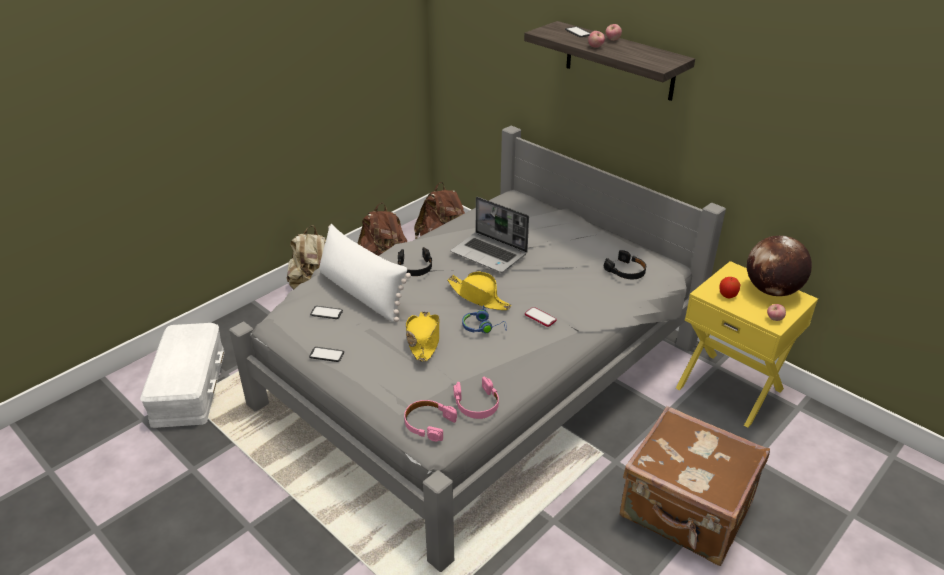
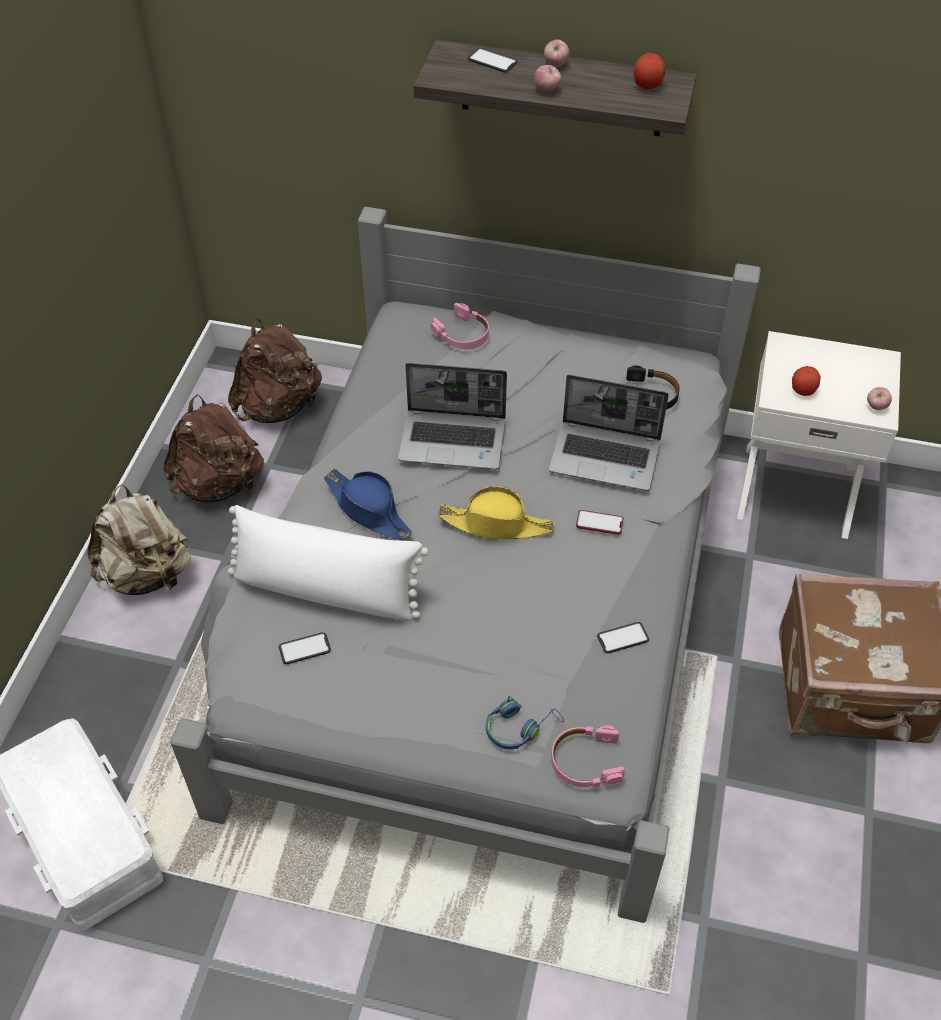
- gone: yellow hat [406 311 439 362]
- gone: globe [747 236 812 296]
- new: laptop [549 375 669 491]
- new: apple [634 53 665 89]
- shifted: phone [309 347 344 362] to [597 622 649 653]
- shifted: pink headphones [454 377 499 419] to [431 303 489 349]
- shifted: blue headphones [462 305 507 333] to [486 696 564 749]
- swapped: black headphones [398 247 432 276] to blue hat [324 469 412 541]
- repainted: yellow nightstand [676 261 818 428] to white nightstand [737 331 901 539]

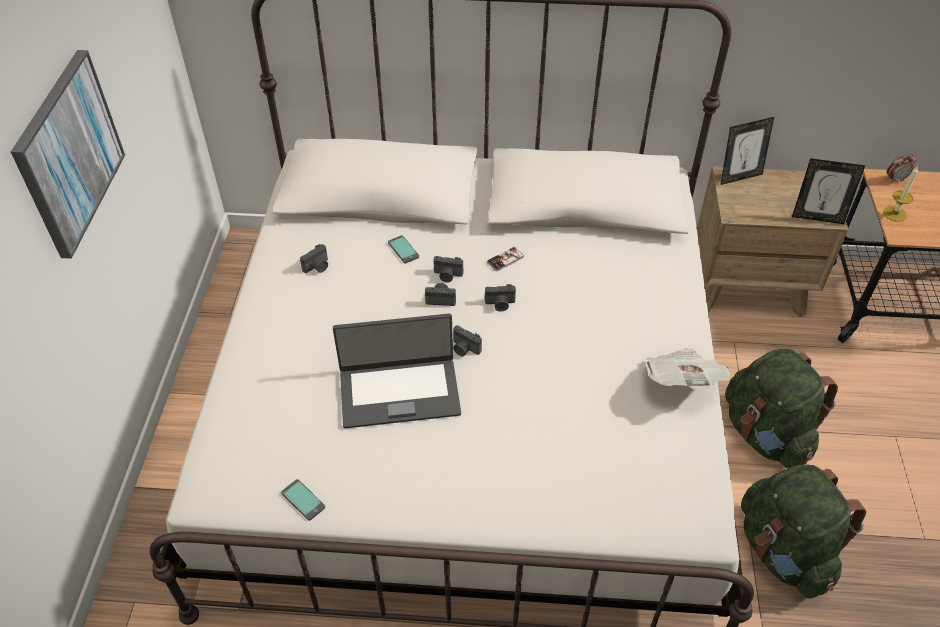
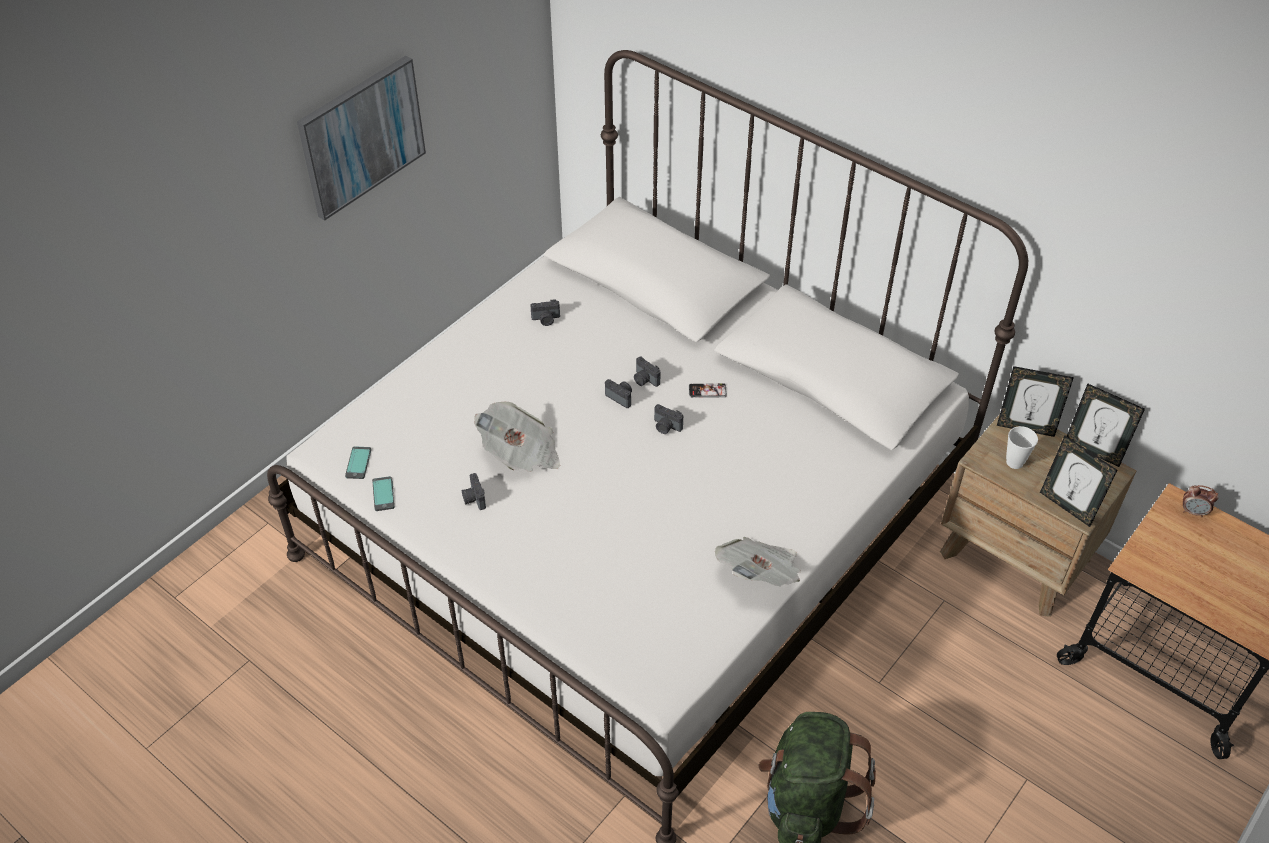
- gone: green backpack [725 349 838 469]
- gone: candle [883 166 918 222]
- new: cup [1006 426 1038 469]
- new: picture frame [1067 383 1145 467]
- shifted: phone [388 235 419 264] to [345 446 371 479]
- shifted: photo camera [453 325 482 357] to [462 473 486 510]
- swapped: laptop [333 314 461 428] to newspaper [474 401 561 472]

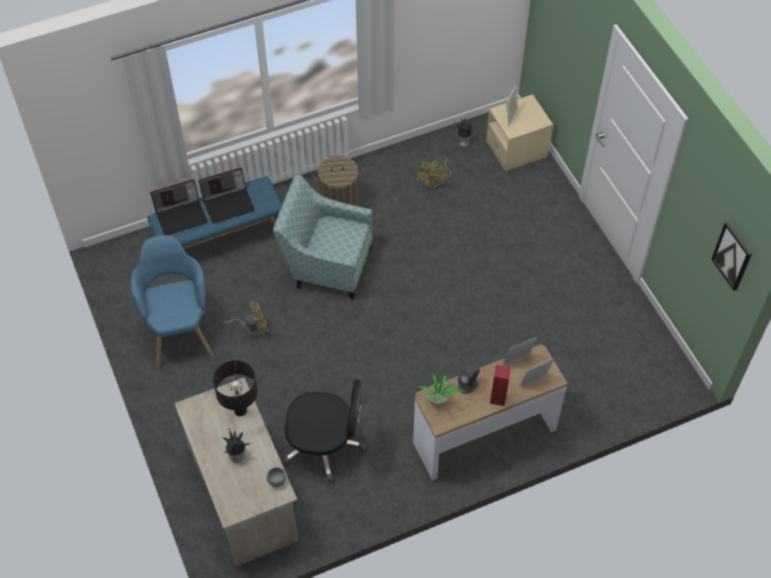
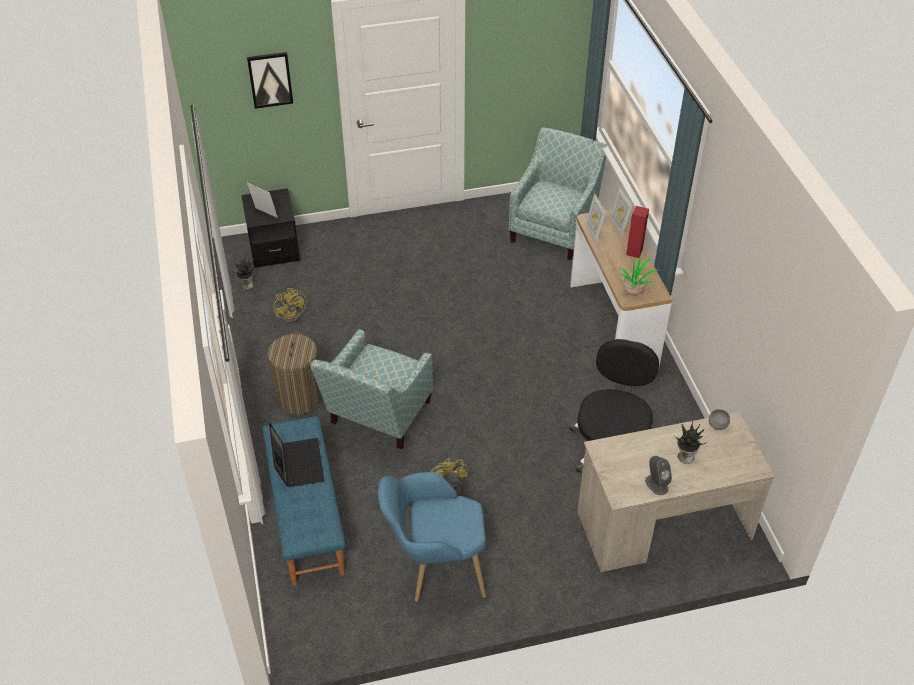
- gone: laptop [150 179 207 235]
- gone: black table lamp [213 360 258 416]
- new: armchair [509 127 607 260]
- shifted: grey speaker [458 365 480 394] to [645 456 672 495]
- shifted: picture [711 222 752 291] to [247 52 293 109]
- repainted: beige nightstand [486 94 553 171] to black nightstand [241 188 300 268]
- rotated: yellow fan [417 159 452 190] = [274 288 307 324] 45 degrees clockwise

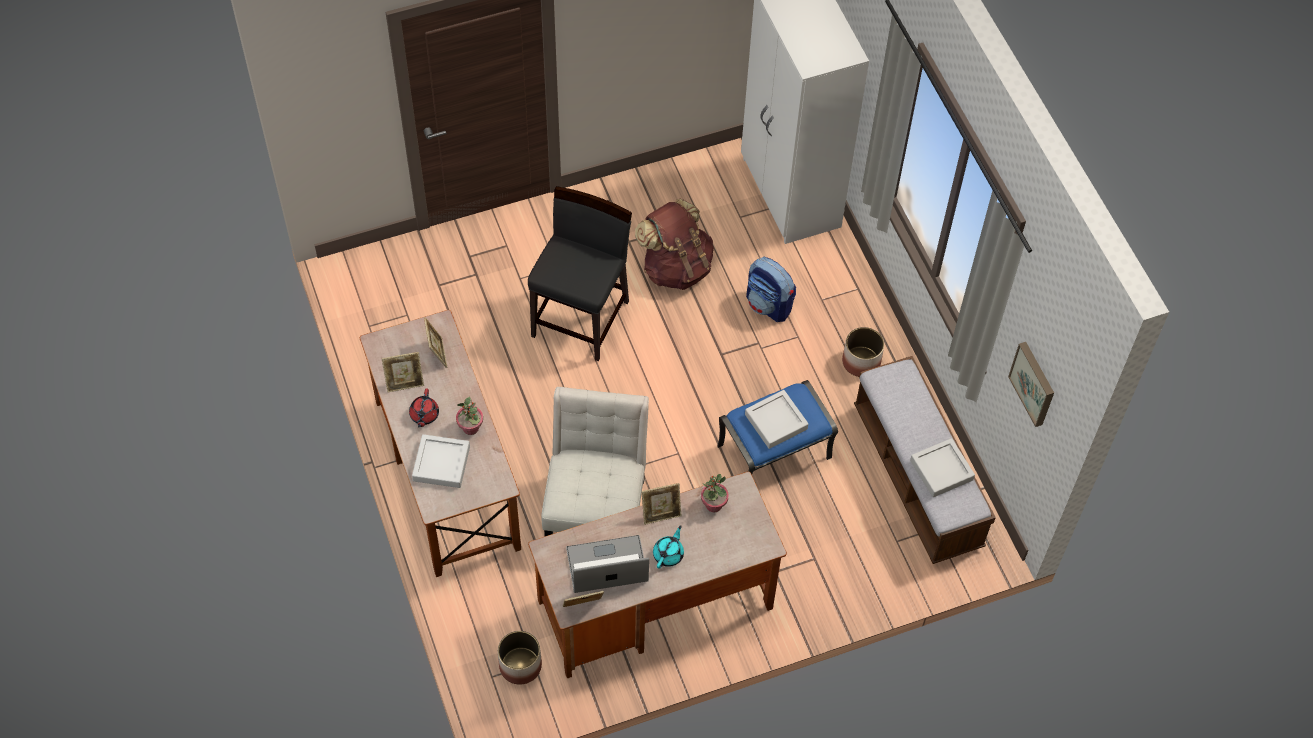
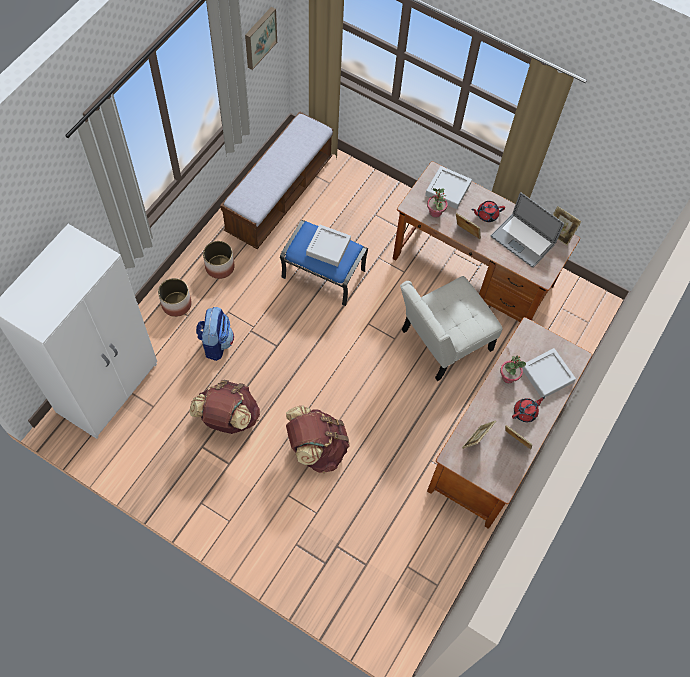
- shifted: planter [498 631 542 685] to [158 278 192 317]
- shifted: grey tray [910 438 975 497] to [425 166 472 209]
- swapped: black chair [528 186 632 361] to brown backpack [286 406 350 473]
- repainted: turquoise teapot [653 525 684 569] to red teapot [471 201 505 222]

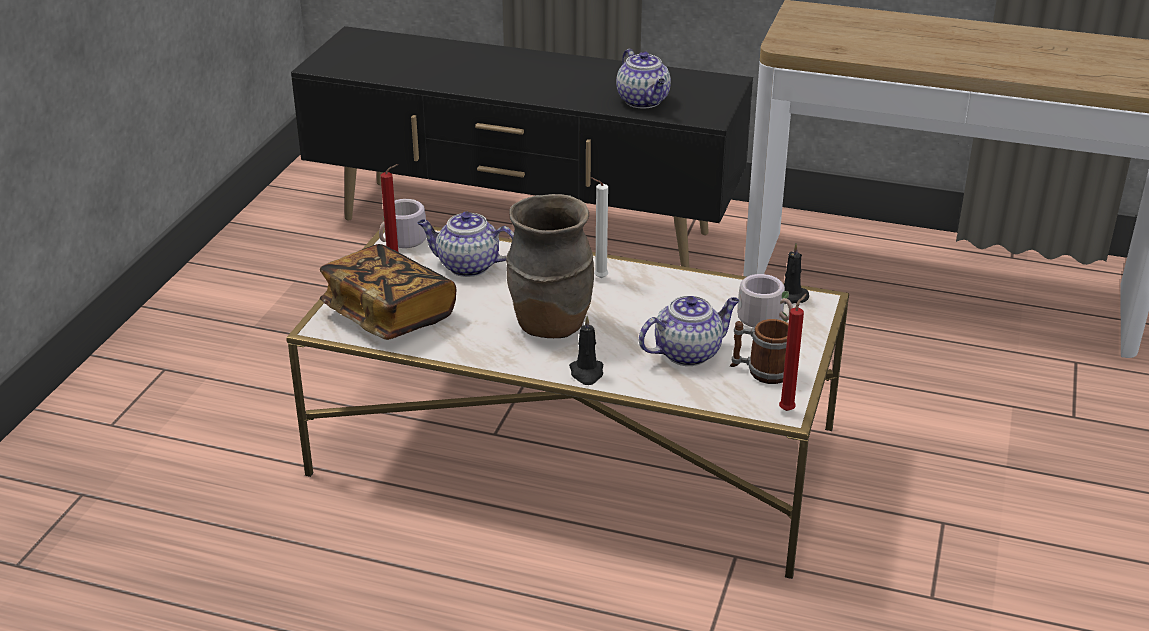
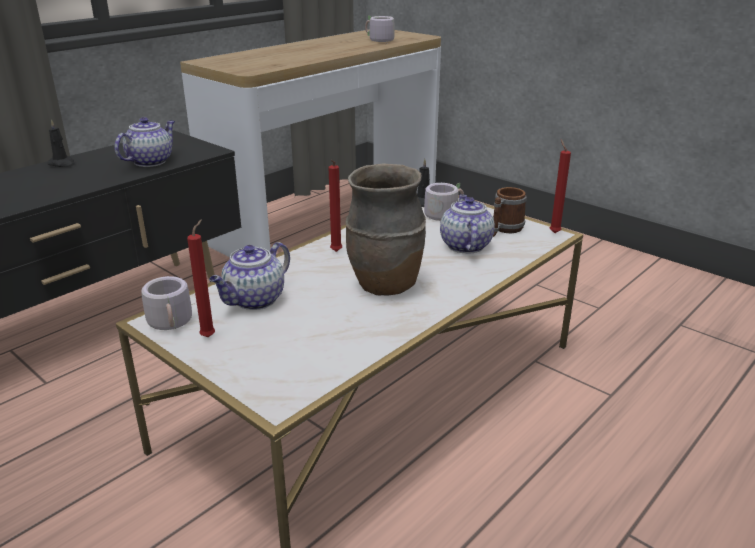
- gone: book [320 244 456 340]
- new: grey mug [365 15 394 42]
- shifted: black candle [569 316 603 385] to [47 119 75 167]
- repainted: white candle [590 177 608 278] to red candle [329 160 342 252]
- rotated: teapot [616 49 671 109] = [115 117 175 167] 60 degrees counterclockwise

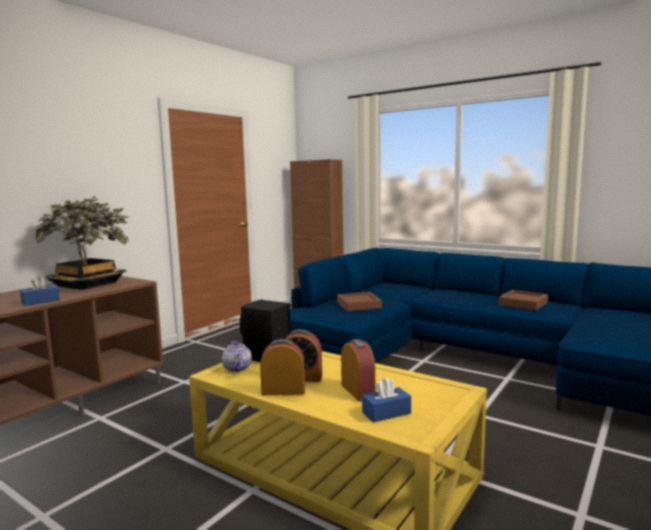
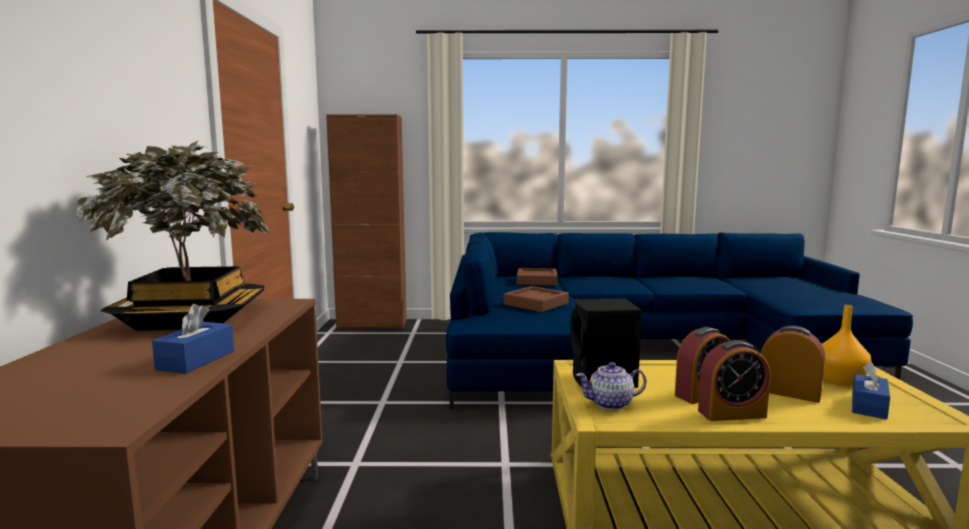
- new: orange vase [822 305 872 386]
- shifted: brown tray [499 290 548 311] to [517 268 558 286]
- rotated: teapot [222 341 252 372] = [576 362 646 410] 45 degrees counterclockwise
- rotated: alarm clock [260 339 305 396] = [698 340 771 421] 150 degrees counterclockwise

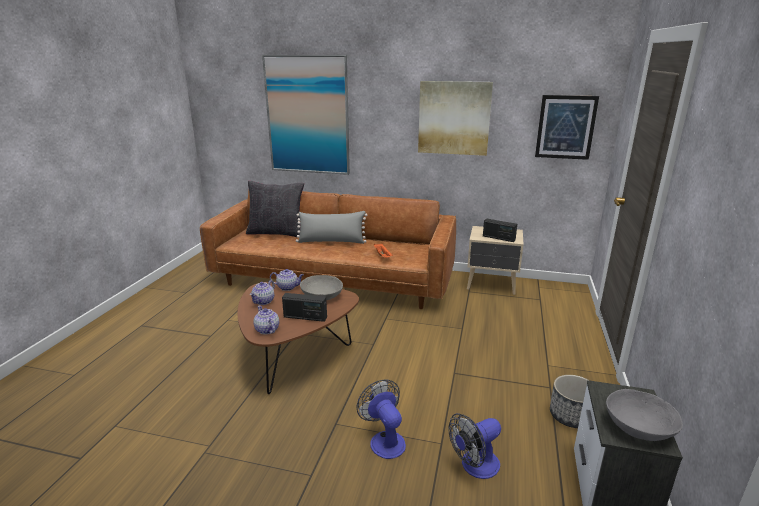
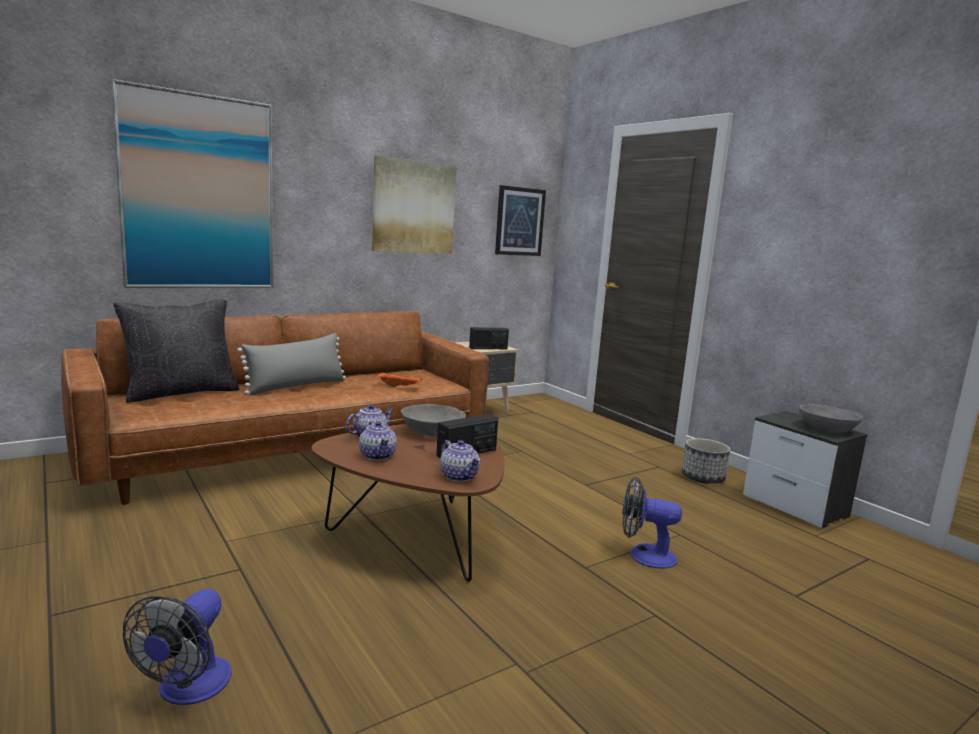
- shifted: fan [448 413 501 479] to [123 589 232 705]
- rotated: teapot [253 306 279 334] = [440 440 481 482] 135 degrees counterclockwise

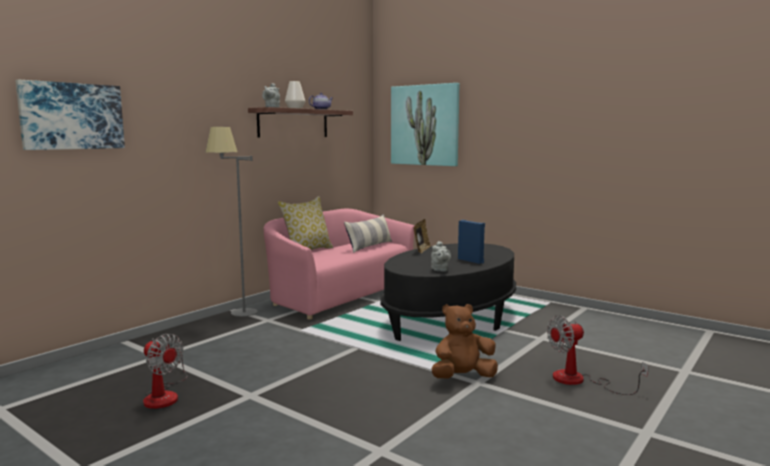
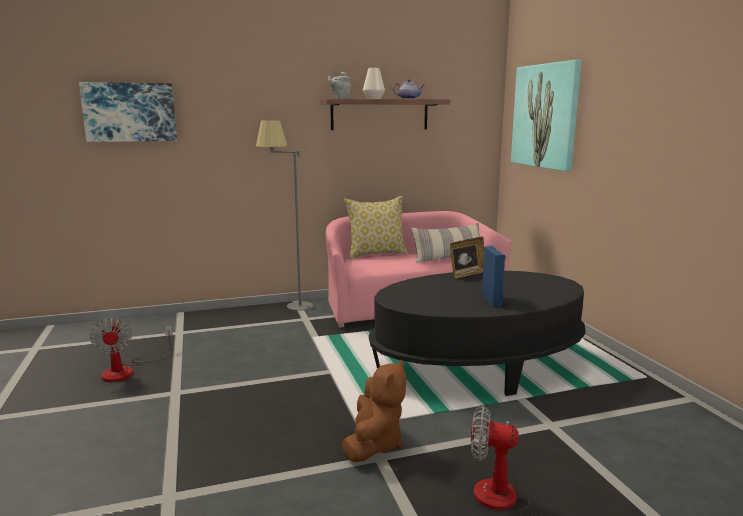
- gone: grey teapot [431 241 451 272]
- rotated: brown plush toy [432 304 498 378] = [342 359 406 462] 90 degrees clockwise

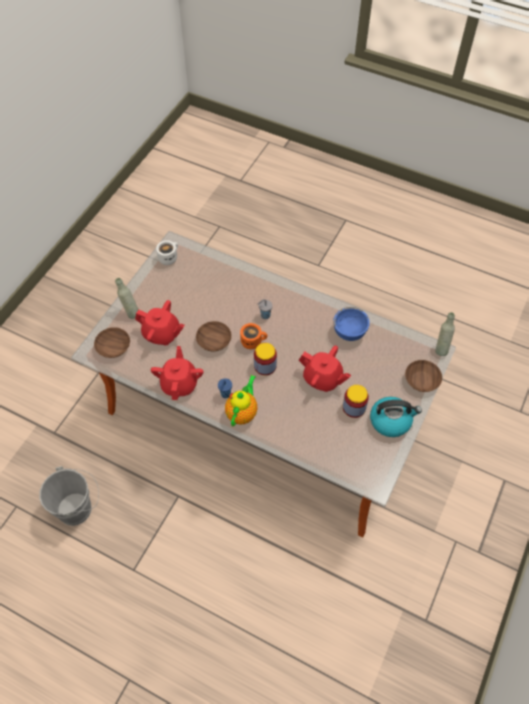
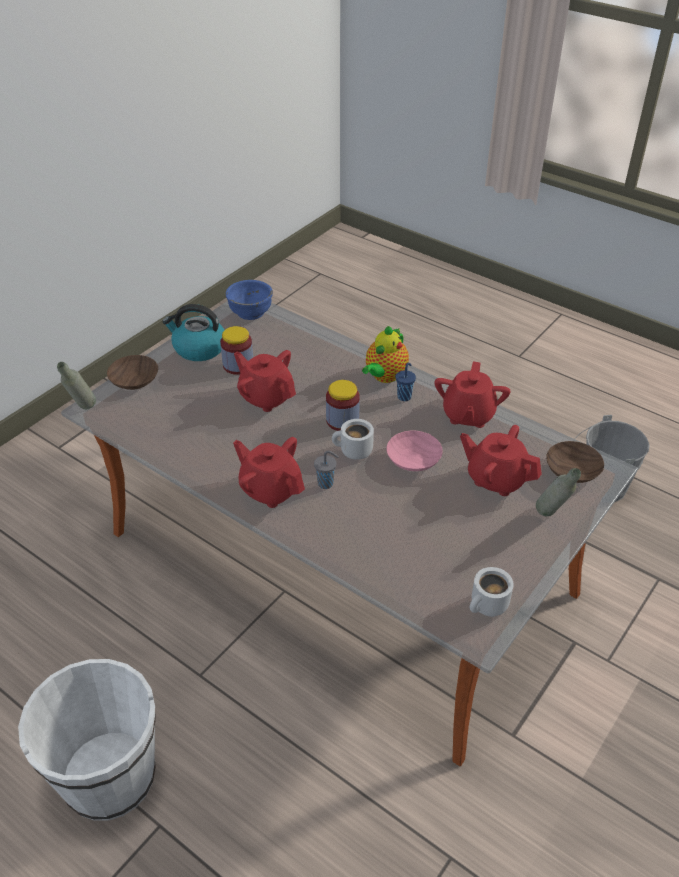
- new: white bucket [18 659 156 821]
- new: red teapot [233 437 305 508]
- shifted: blue bowl [333 307 370 341] to [226 280 273 320]
- repainted: brown bowl [196 321 232 352] to pink bowl [386 431 443 471]
- repainted: orange mug [240 323 267 349] to white mug [332 419 374 460]

